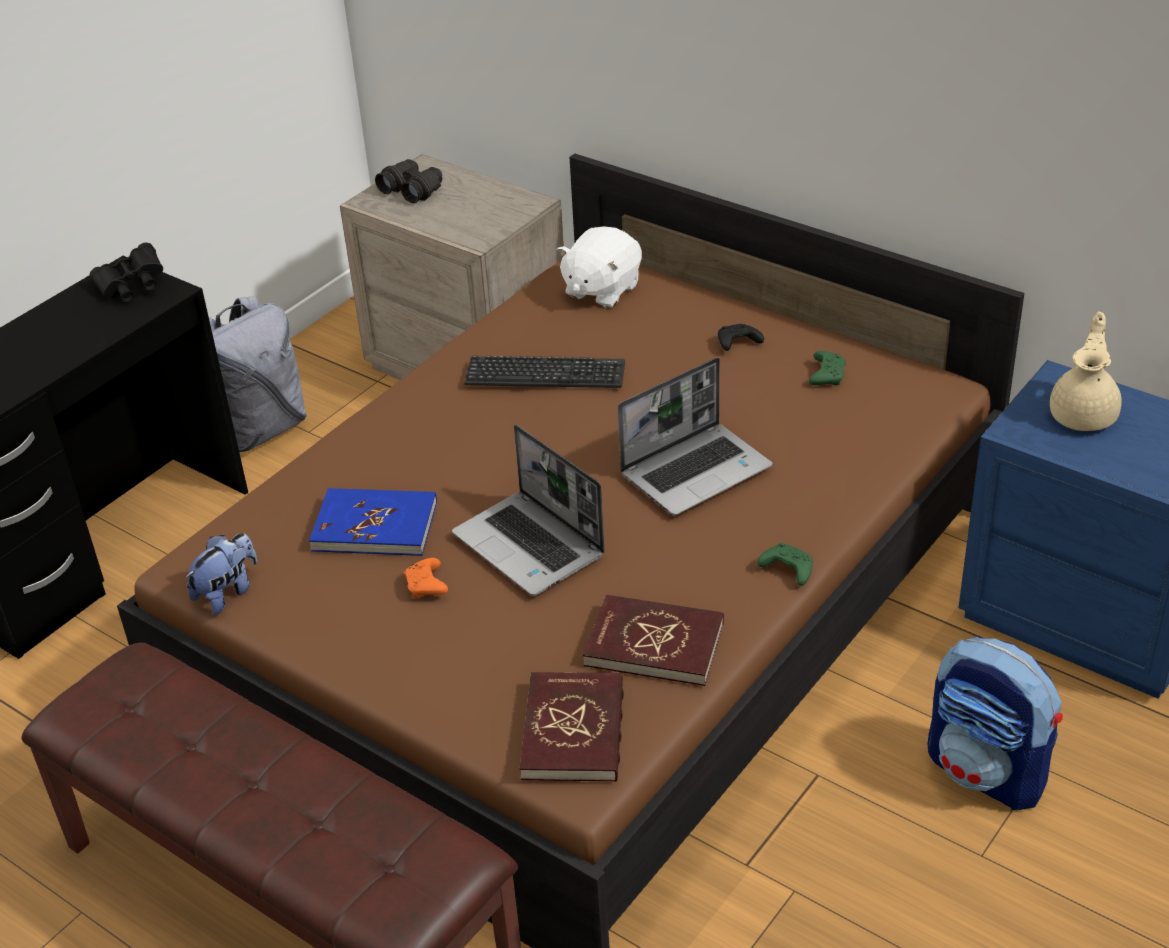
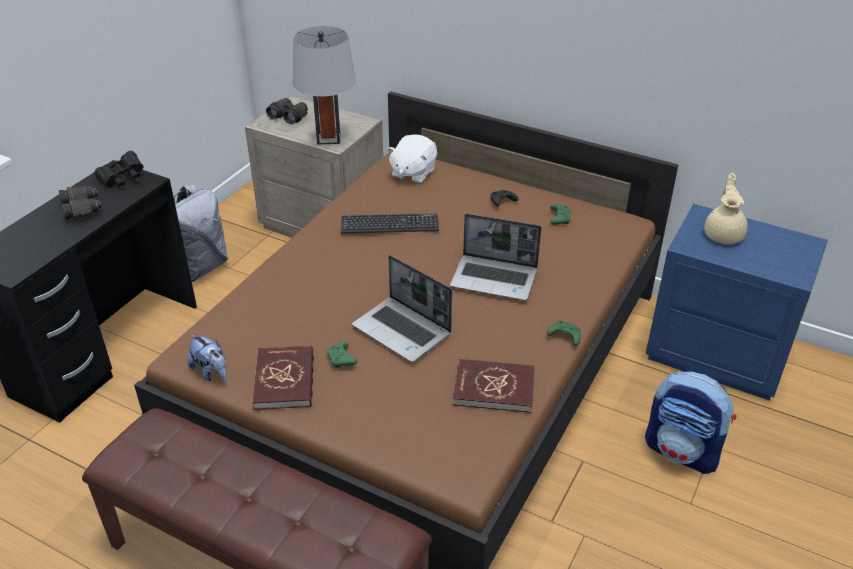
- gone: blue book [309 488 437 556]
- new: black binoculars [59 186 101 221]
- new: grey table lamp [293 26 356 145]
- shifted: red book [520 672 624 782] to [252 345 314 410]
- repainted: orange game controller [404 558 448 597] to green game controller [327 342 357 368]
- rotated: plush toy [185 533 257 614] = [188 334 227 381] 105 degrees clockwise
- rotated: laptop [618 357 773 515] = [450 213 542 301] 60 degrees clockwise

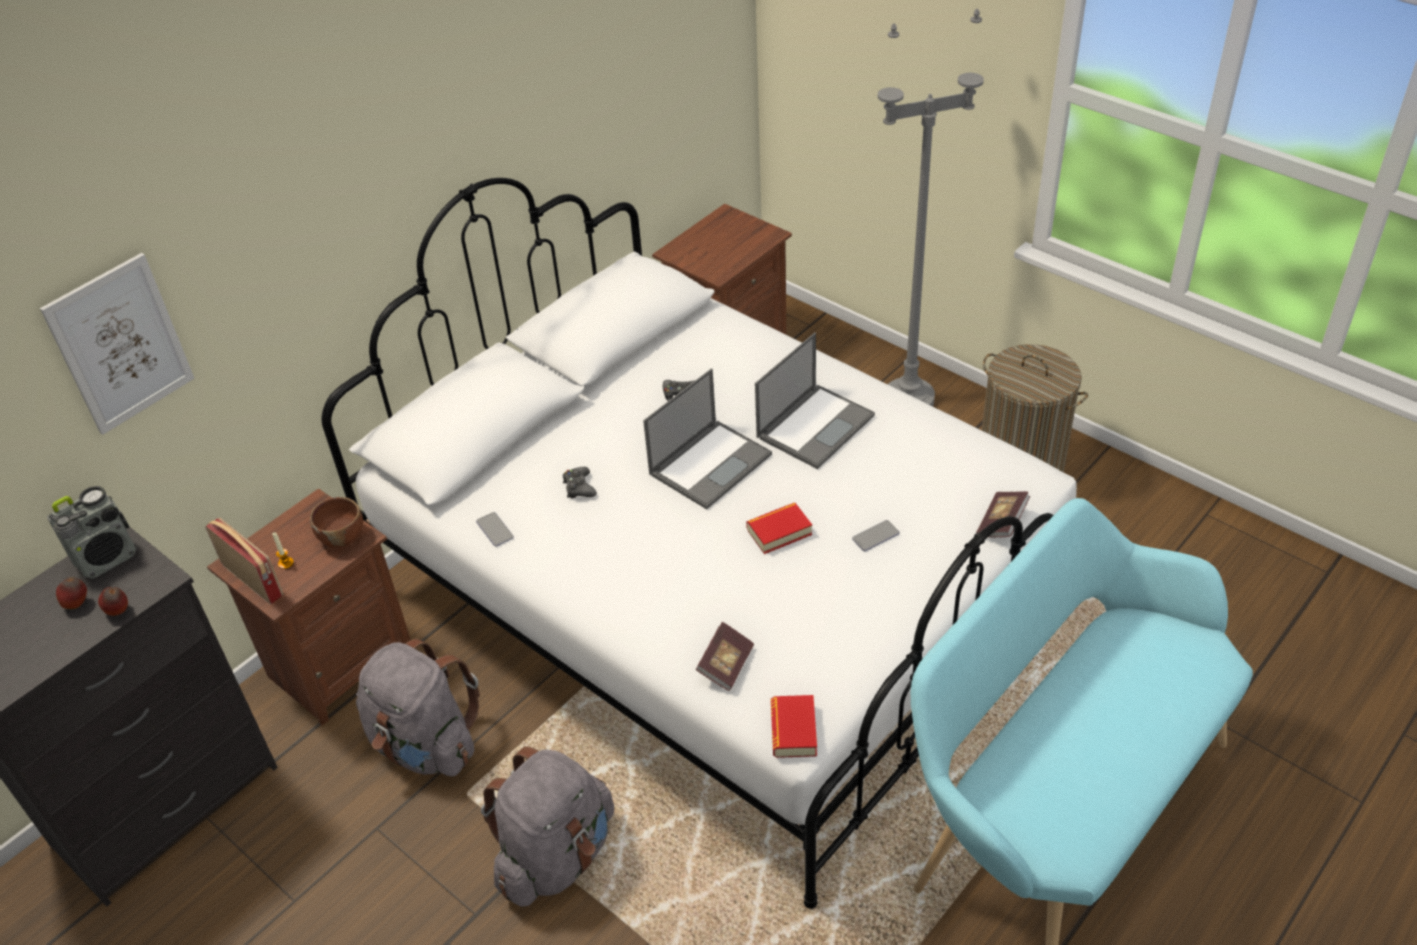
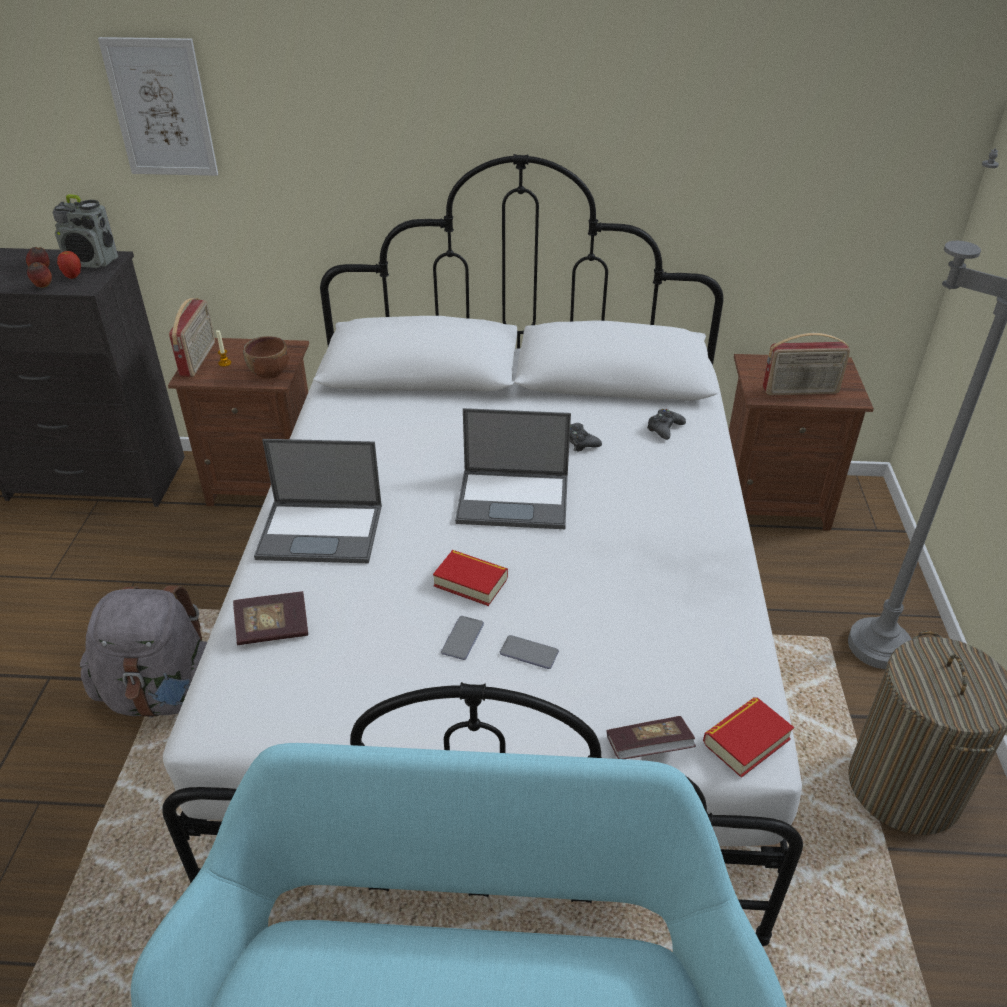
- gone: grey backpack [356 639 480 776]
- new: apple [57 251 81 279]
- new: radio [763 333 850 395]
- shifted: phone [476 512 514 547] to [441 616 484 660]
- shifted: black game controller [563 467 597 499] to [647 409 686 440]
- shifted: laptop [755 332 875 469] to [254 439 382 563]
- shifted: book [771 695 817 758] to [703 697 794 778]

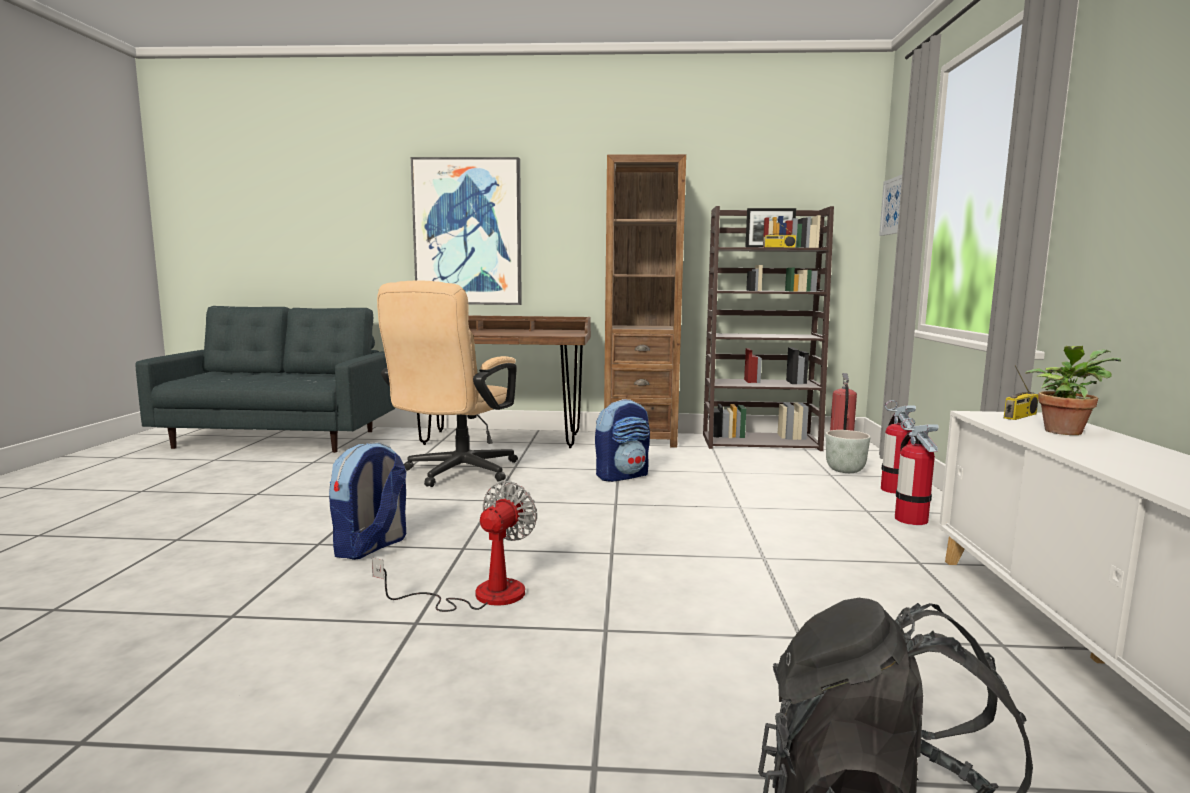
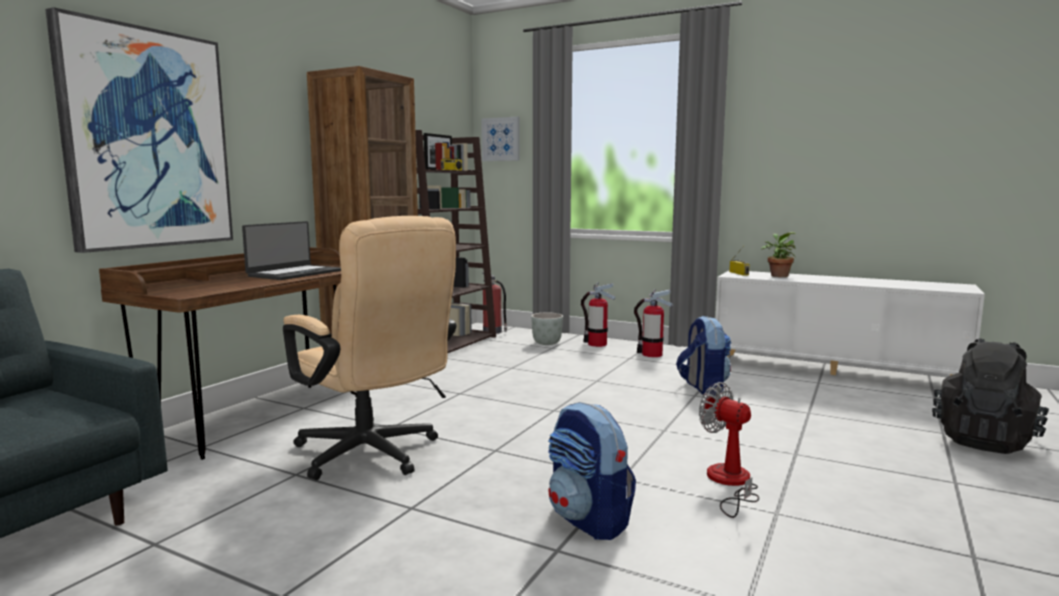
- new: laptop [242 221 341 280]
- shifted: backpack [595 399 650 482] to [676 316 732 396]

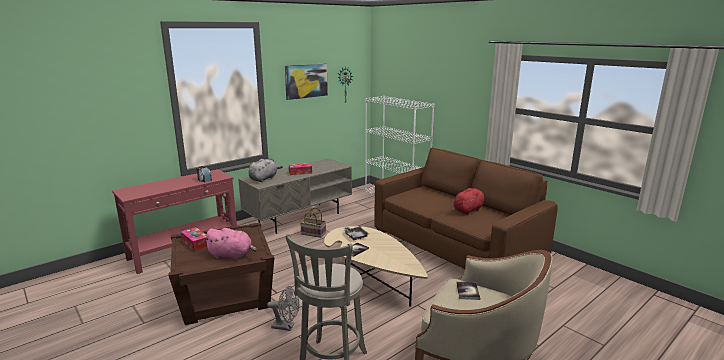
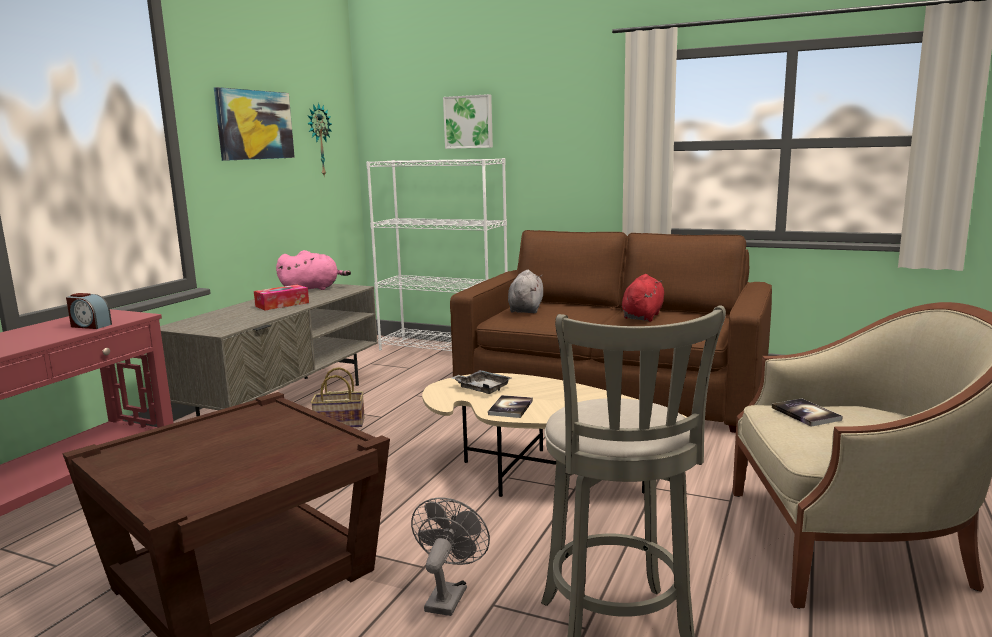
- gone: tissue box [181 227 207 251]
- new: picture [443 94 493 149]
- shifted: pink plush toy [204 228 257 260] to [276 250 351 290]
- shifted: grey plush toy [248 159 283 182] to [508 270 543 313]
- rotated: grey fan [267 286 299 331] = [411 497 490 616] 60 degrees counterclockwise

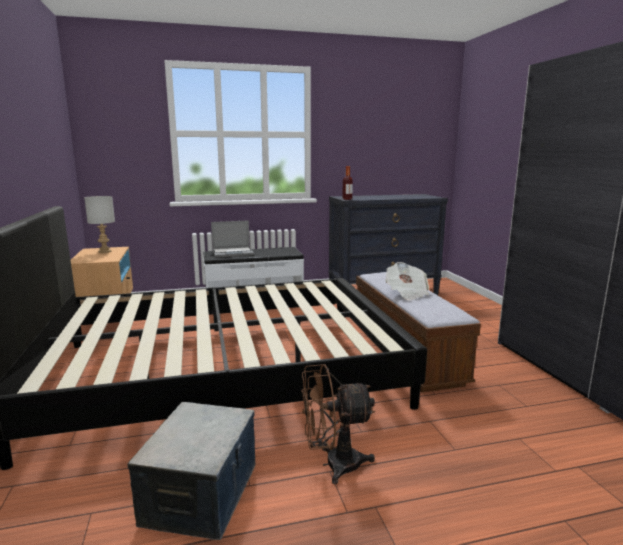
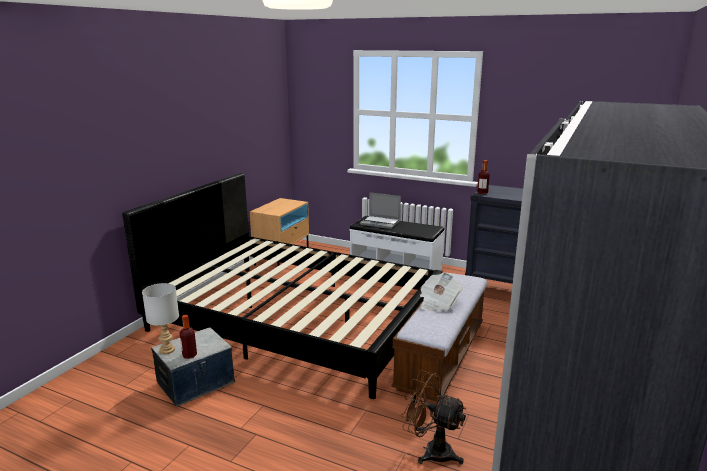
- new: bottle [180 315 197 359]
- shifted: grey table lamp [84 196 115 253] to [142 283 179 354]
- shifted: brown fan [301 364 375 485] to [401 370 466 465]

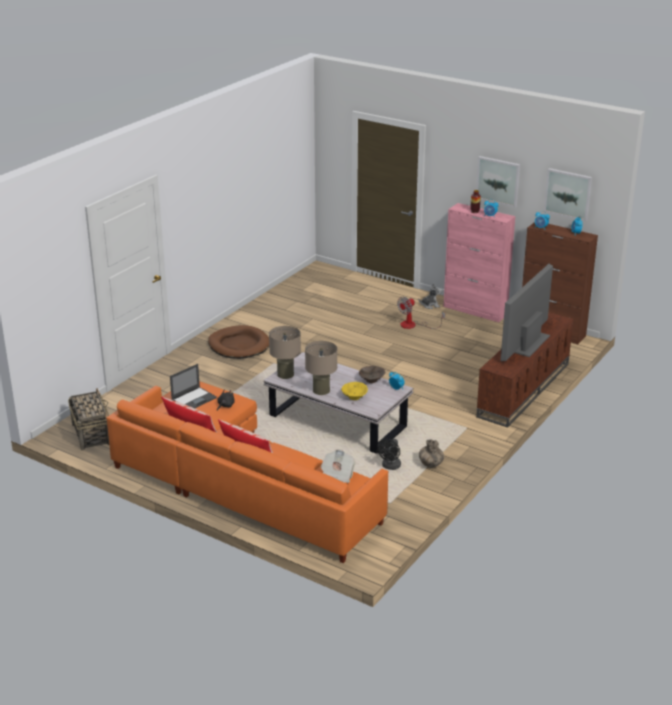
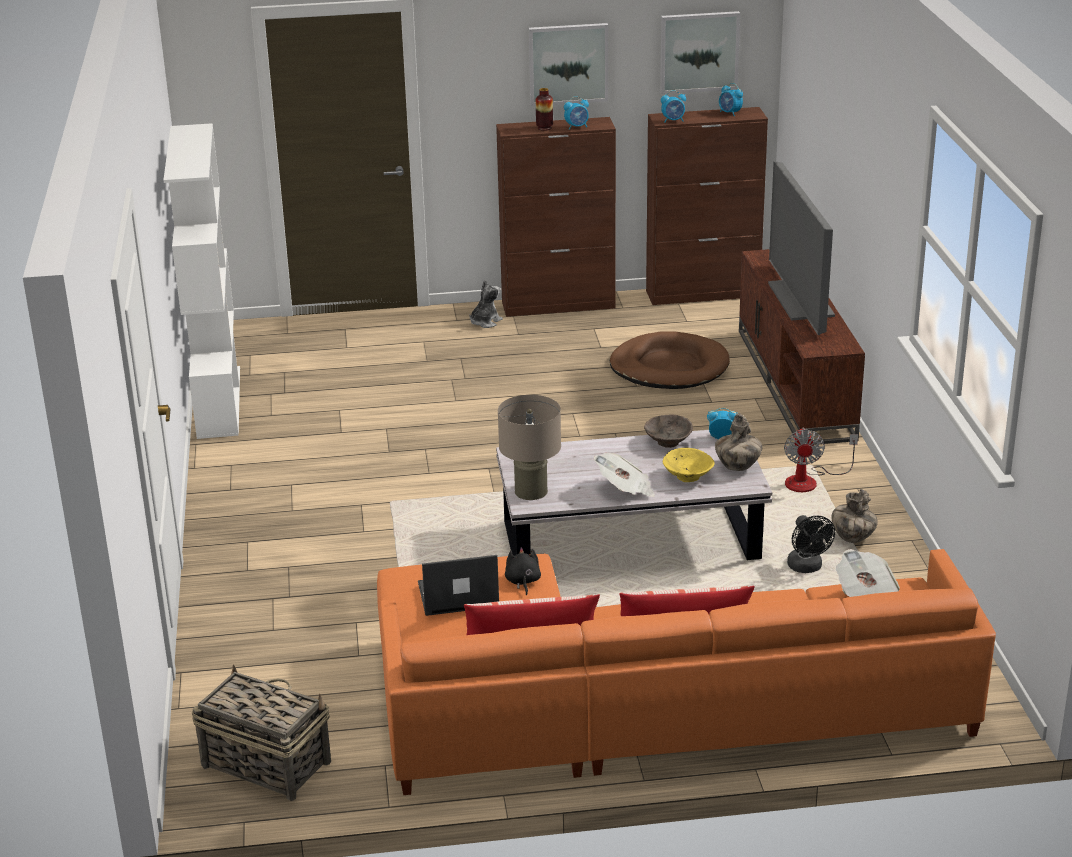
- new: white bookcase [163 123 240 439]
- new: vase [715 414 763 471]
- shifted: brown dog bed [208 325 269 359] to [610 332 730 389]
- shifted: fan [397 297 445 329] to [784 427 858 492]
- swapped: beige table lamp [305 341 337 395] to newspaper [594 453 655 497]
- repainted: pink cabinet [443 203 515 322] to brown cabinet [496 117 616 317]
- rotated: laptop [170 364 217 408] = [418 555 499 616] 105 degrees counterclockwise

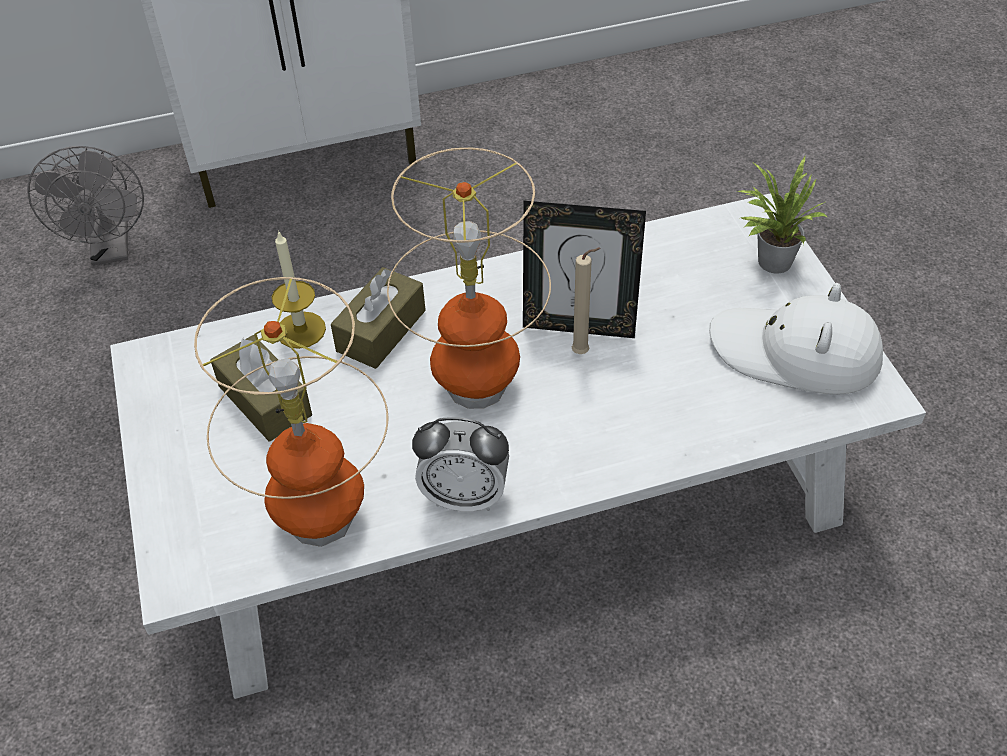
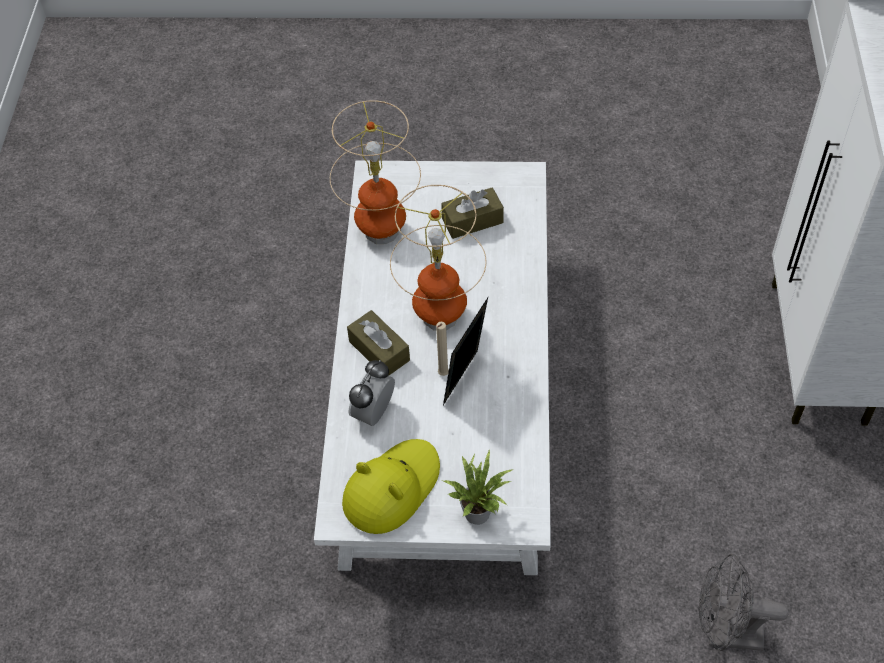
- gone: candle [272 230 326 349]
- shifted: grey fan [27 146 144 265] to [699 554 789 651]
- shifted: brown tissue box [331 267 426 369] to [347 310 410 376]
- shifted: alarm clock [412 417 509 512] to [349 360 395 426]
- repainted: white hat [709 283 883 395] to yellow hat [342 439 440 534]

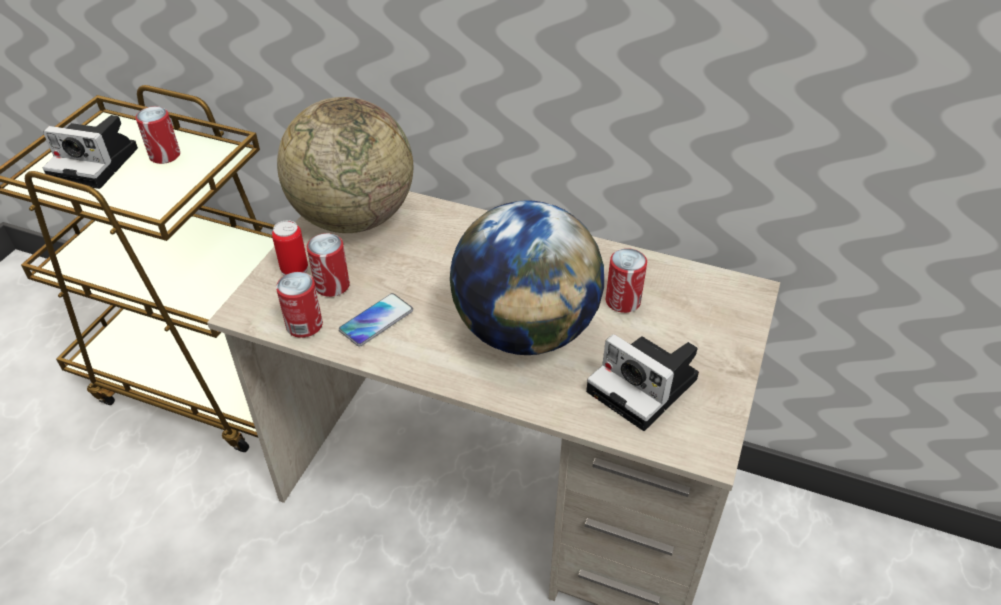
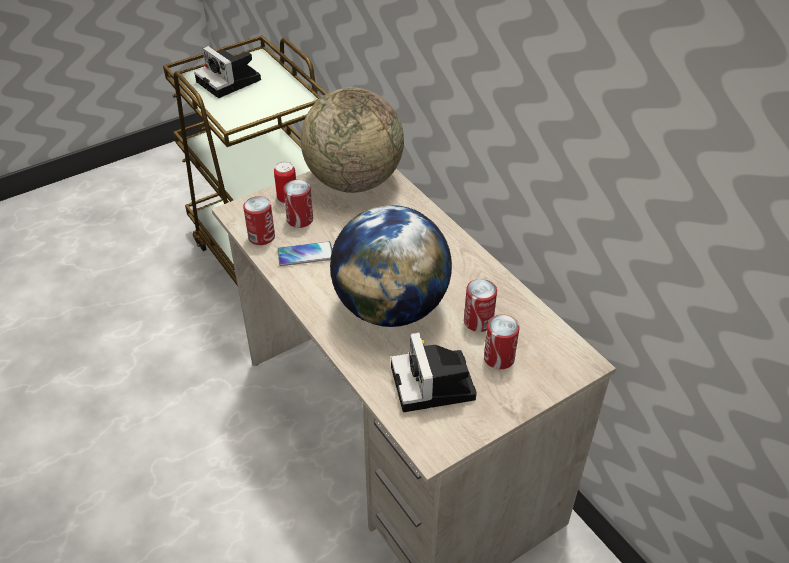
- shifted: can [136 106 180 164] to [484 314 520 369]

